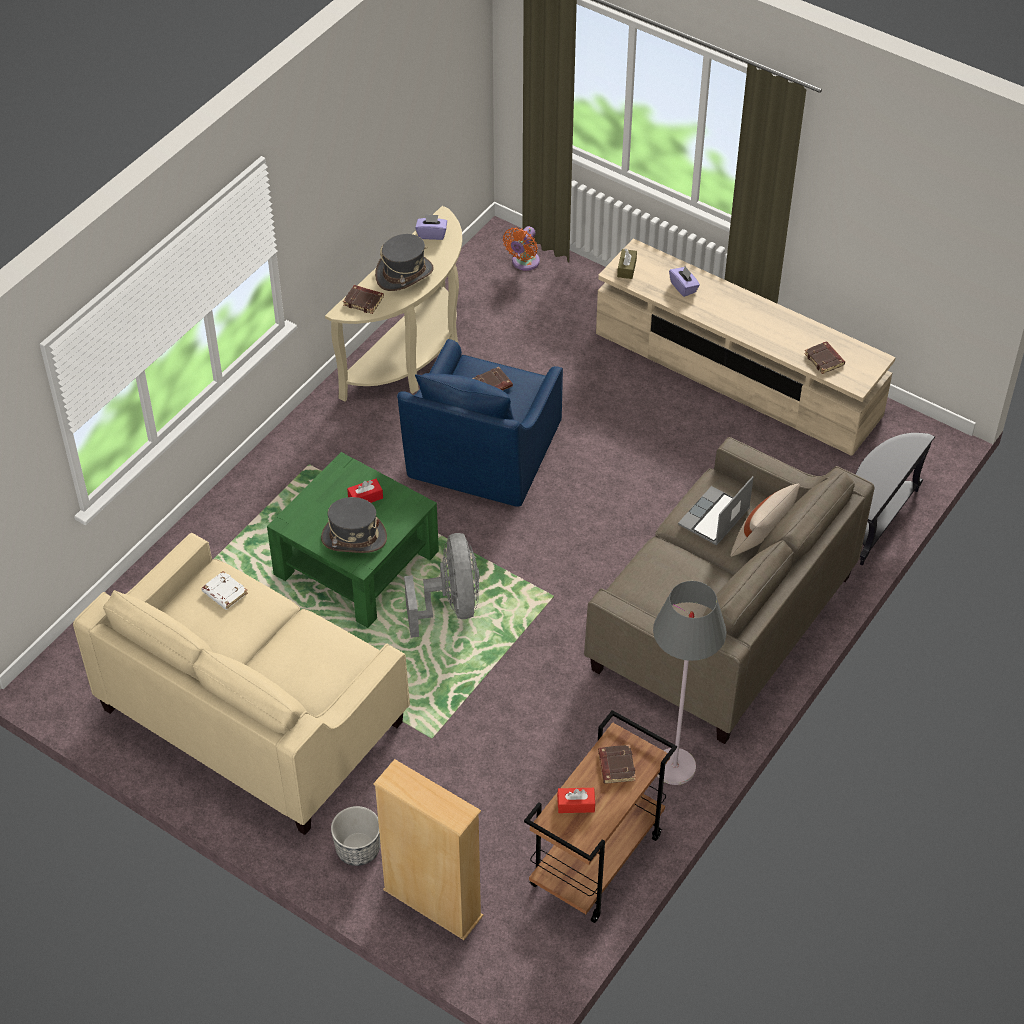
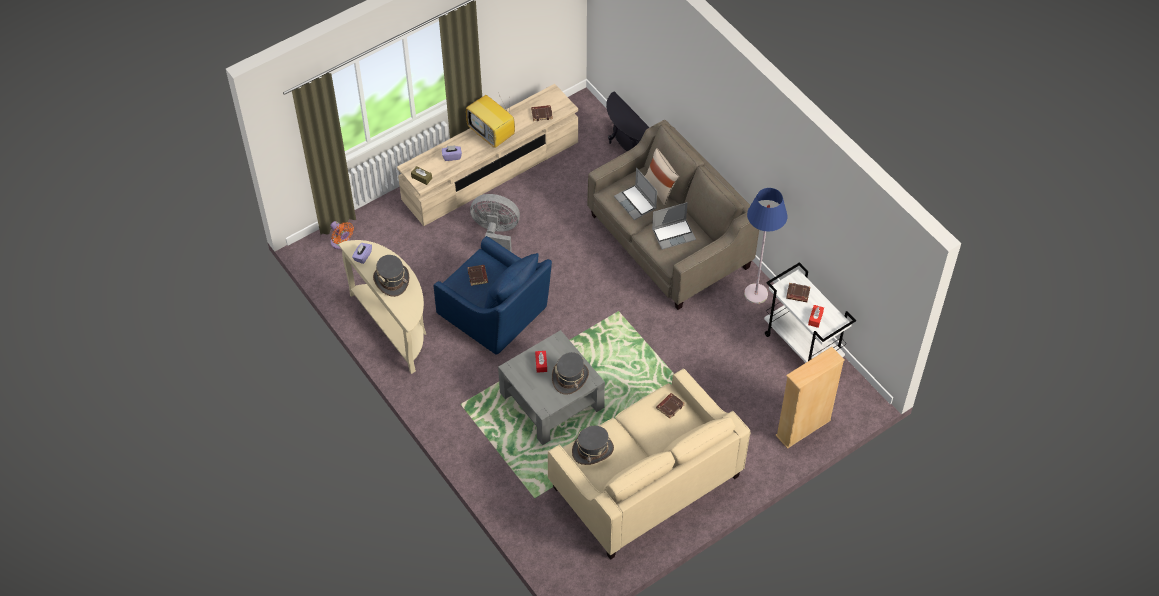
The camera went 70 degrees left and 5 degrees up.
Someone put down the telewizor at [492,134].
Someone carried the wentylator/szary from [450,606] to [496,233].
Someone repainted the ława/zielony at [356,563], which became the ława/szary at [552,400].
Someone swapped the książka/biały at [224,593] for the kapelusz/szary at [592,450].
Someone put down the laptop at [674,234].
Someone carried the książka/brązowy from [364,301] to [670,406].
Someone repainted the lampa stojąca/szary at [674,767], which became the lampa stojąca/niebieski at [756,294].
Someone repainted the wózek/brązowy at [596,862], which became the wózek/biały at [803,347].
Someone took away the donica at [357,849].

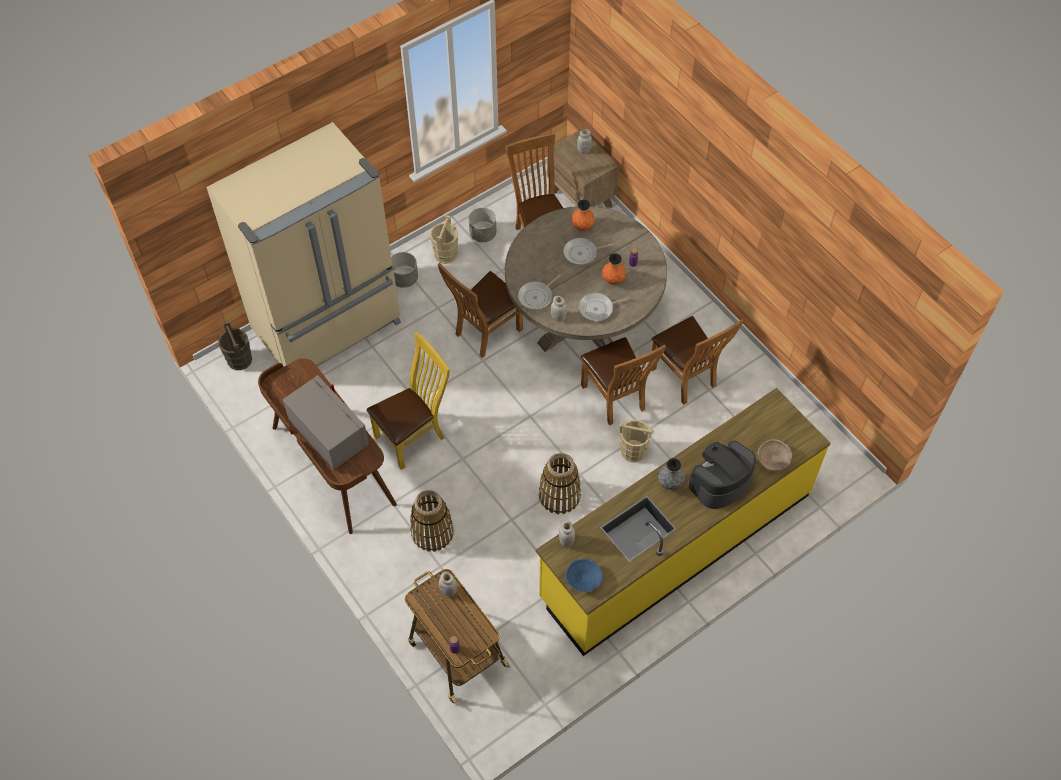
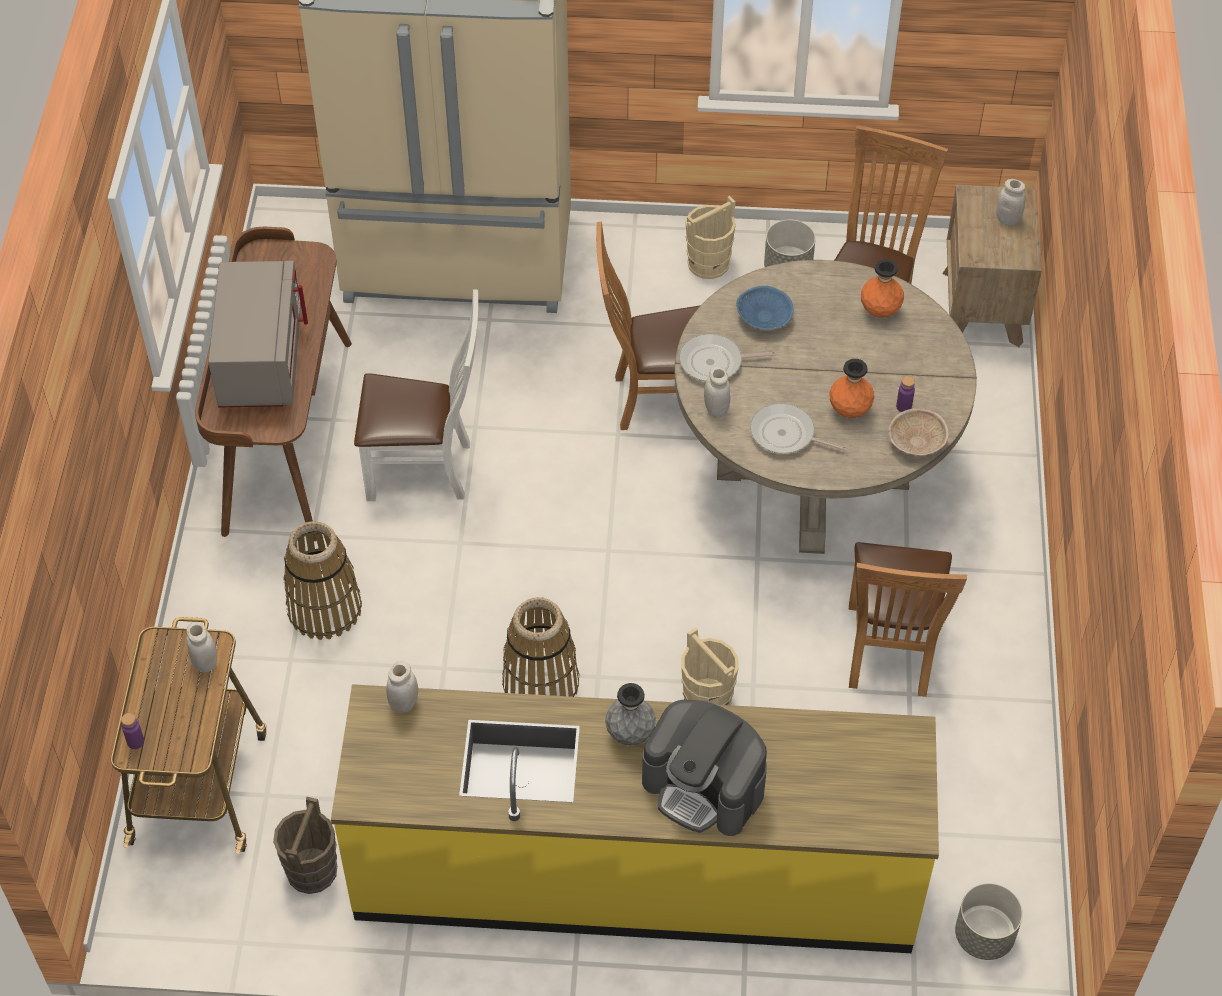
The camera went 40 degrees right and 5 degrees down.
Someone carried the wiadro/brązowy from [239,360] to [311,871].
Someone repainted the krzesło/żółty at [413,436], which became the krzesło/biały at [426,469].
Someone rotated the ekspres do kawy at [720,483] by 150 degrees counterclockwise.
Someone carried the miska/niebieski from [584,579] to [764,318].
Someone carried the miska/beżowy from [773,460] to [916,442].
Someone carried the donica/szary from [404,278] to [984,936].
Someone took away the patelnia at [582,253].
Someone took away the krzesło/brązowy at [616,400].

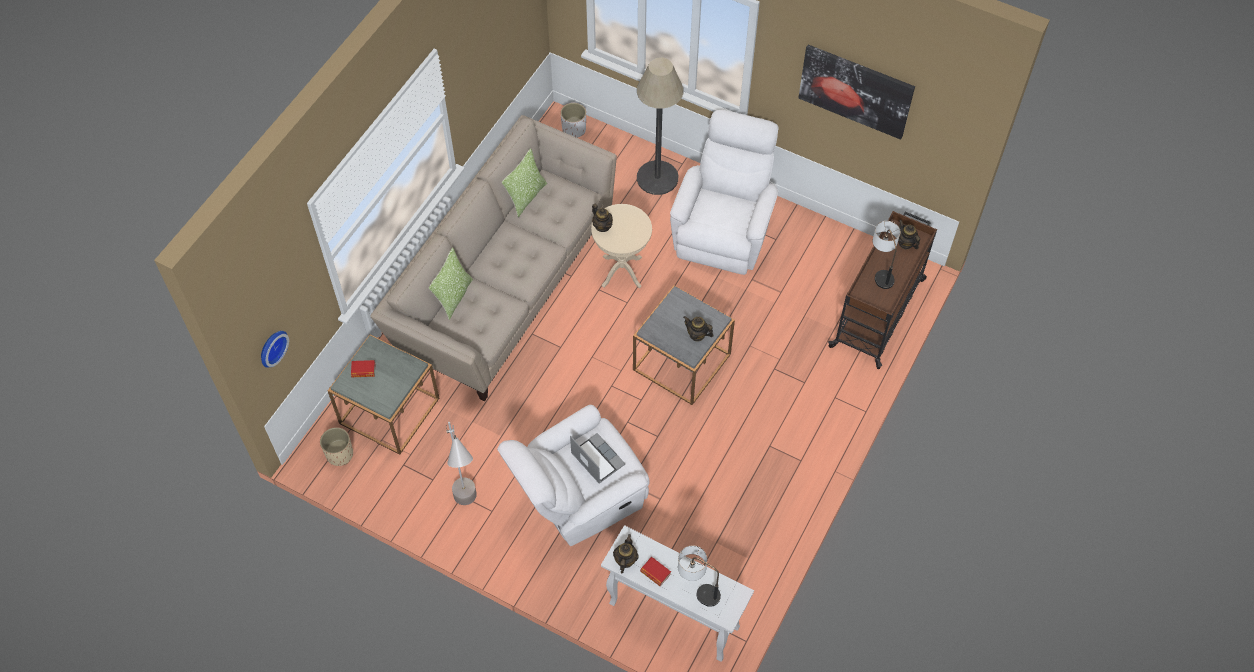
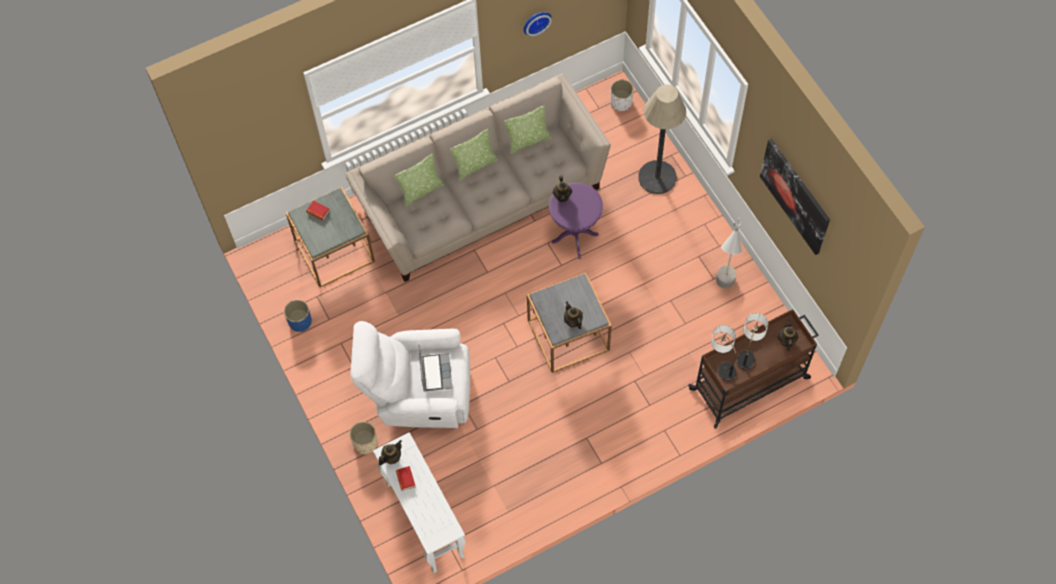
The camera went 35 degrees right and 5 degrees up.
Someone put down the donica/niebieski at [300,322].
Someone carried the donica/beżowy from [339,454] to [365,443].
Someone put down the poduszka at [475,165].
Someone carried the zegar ścienny from [271,347] to [536,21].
Someone repainted the stolik/beżowy at [622,271], which became the stolik/fioletowy at [575,238].
Someone carried the lampa stołowa from [697,589] to [722,363].
Someone carried the lampa stojąca/szary from [470,511] to [722,294].
Someone took away the fotel/biały at [724,230].

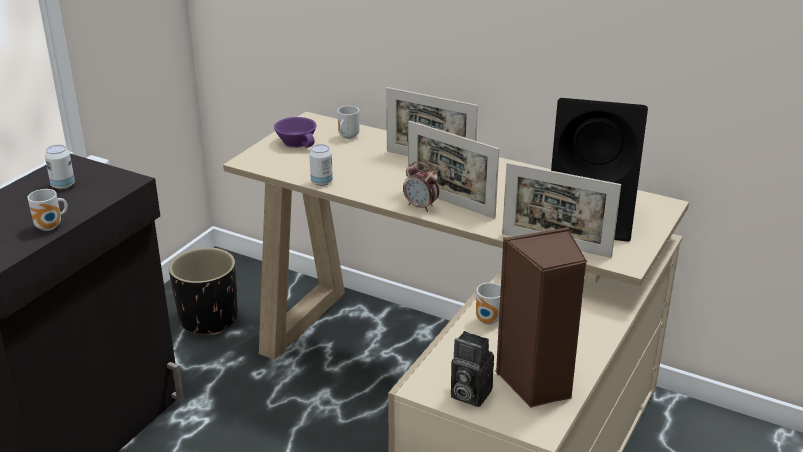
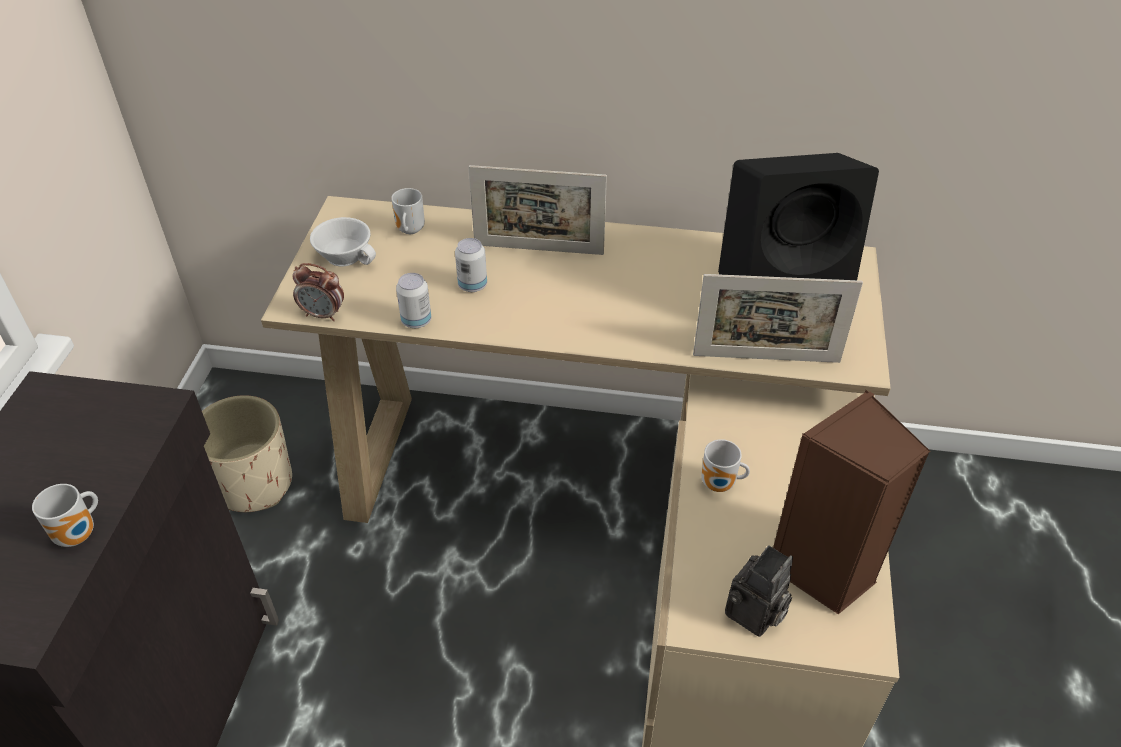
The camera went 20 degrees left and 15 degrees up.
Someone repainted the donica/czarny at [208,319], which became the donica/beżowy at [255,484].
Someone carried the budzik from [421,206] to [323,314].
Someone repainted the filiżanka/fioletowy at [298,142], which became the filiżanka/biały at [347,255].
Someone carried the puszka from [63,185] to [472,285].
Someone rotated the aparat fotograficzny at [468,394] by 60 degrees counterclockwise.
Someone took away the ramka na zdjęcie at [450,202].

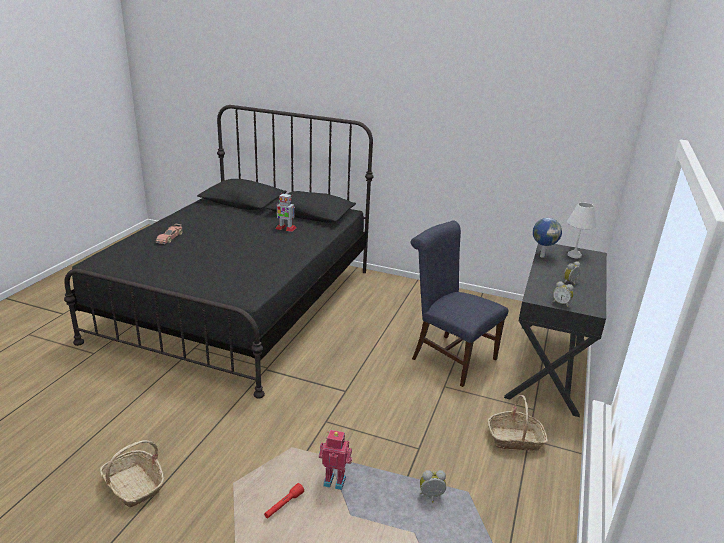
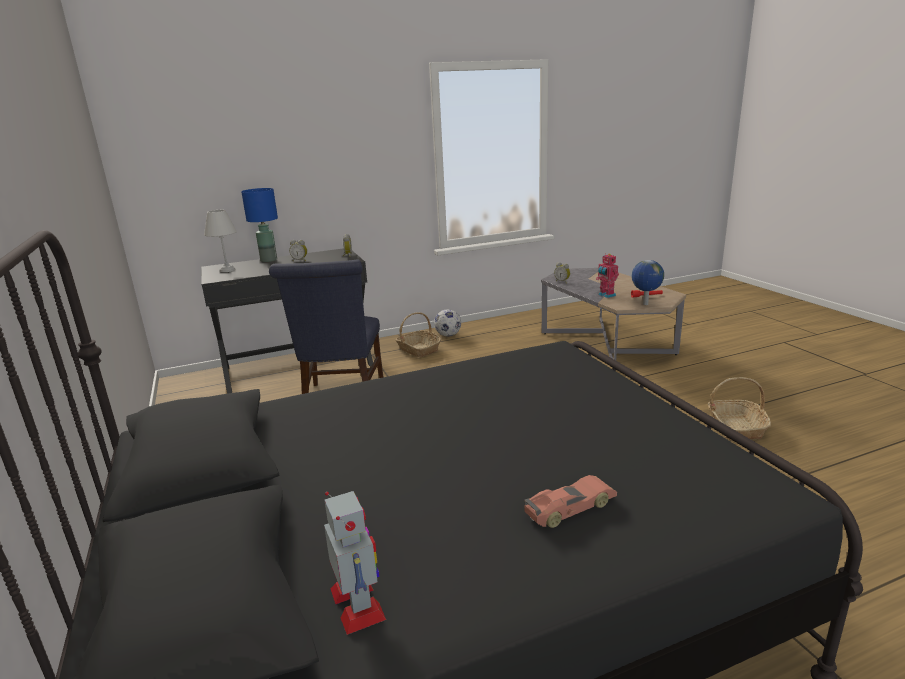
The camera went 130 degrees left and 5 degrees down.
Someone put down the lampa stołowa/niebieski at [269,260].
Someone carried the robot zabawkowy from [285,228] to [358,604].
Someone put down the piłka futbolowa at [448,335].
Someone carried the globus from [542,256] to [645,304].

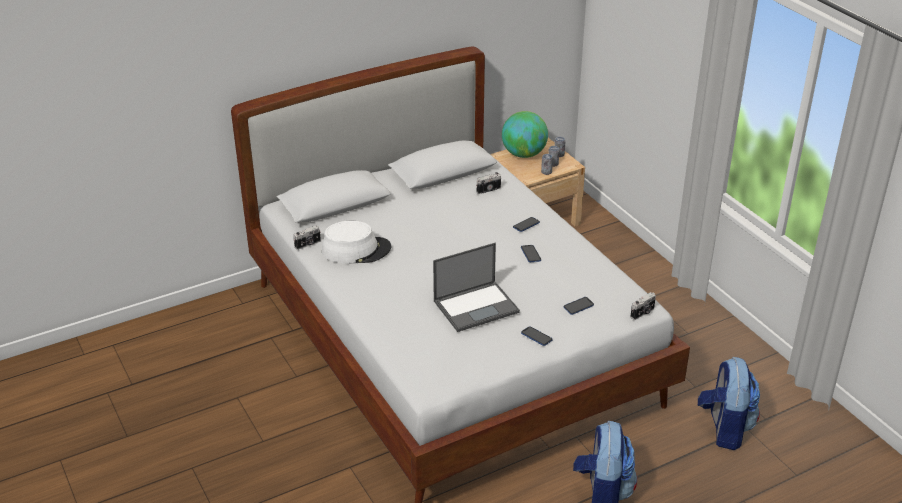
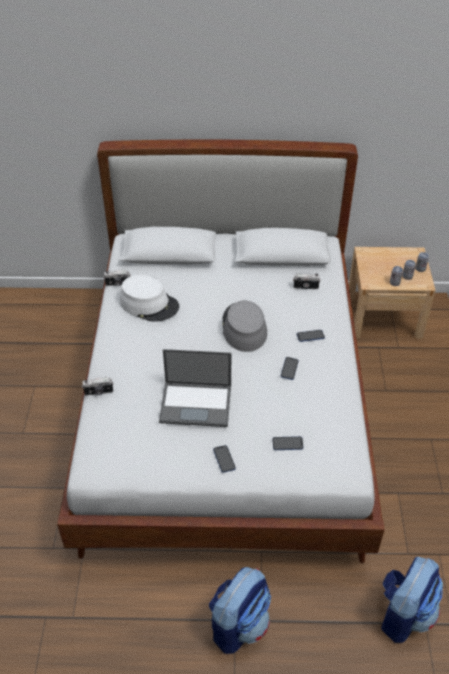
The camera went 30 degrees right and 10 degrees up.
Someone carried the aparat fotograficzny from [643,313] to [99,392].
Someone put down the kapelusz/szary at [243,327].
Someone took away the globus at [523,154].

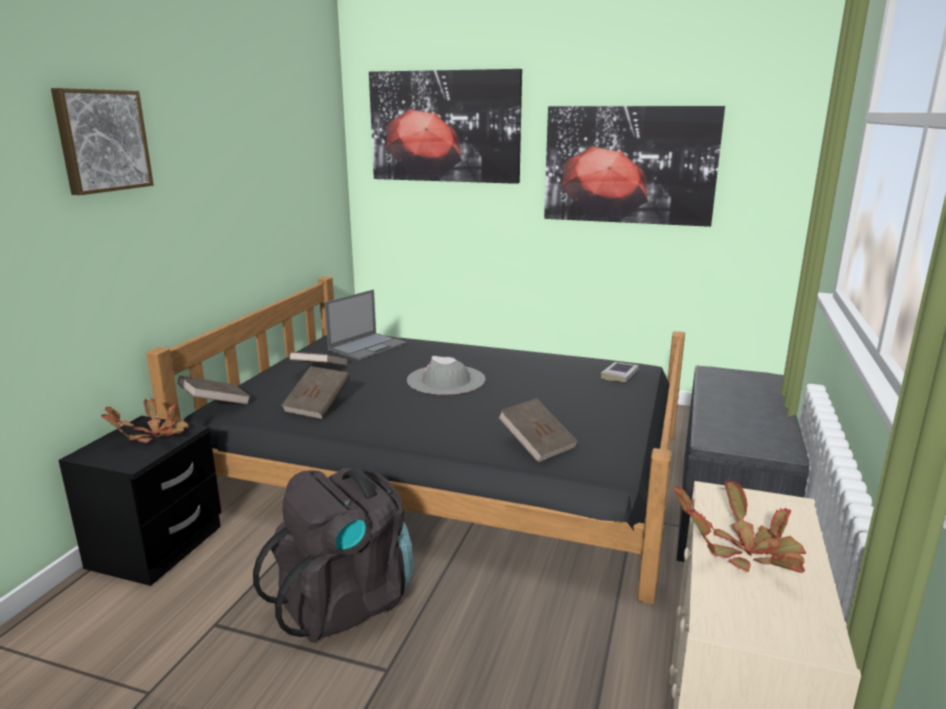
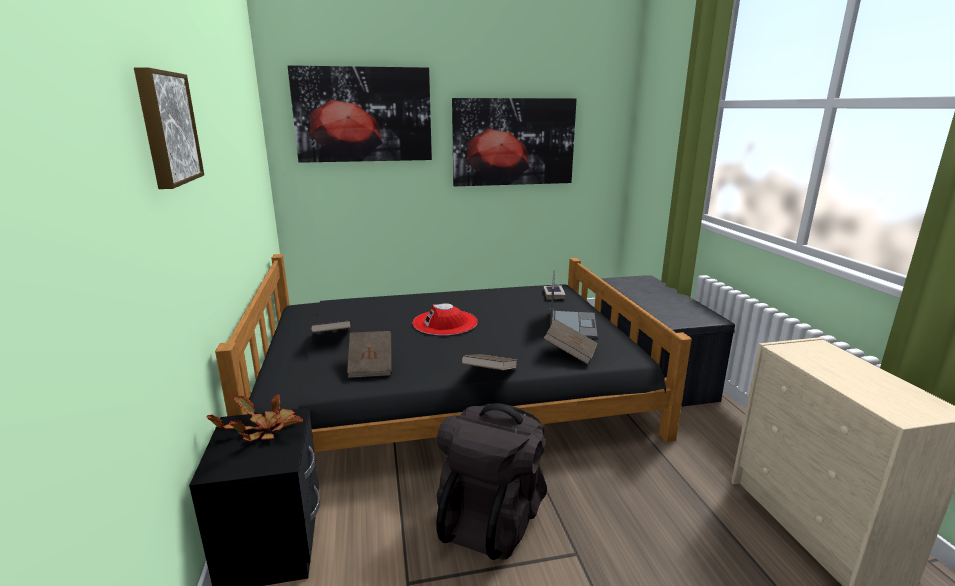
The camera went 30 degrees left and 0 degrees up.
Someone repainted the kapelusz/szary at [446,380], which became the kapelusz/czerwony at [445,322].
Someone carried the książka/brązowy from [216,404] to [489,375].
Someone carried the laptop from [368,346] to [572,324].
Someone took away the roślina doniczkowa at [744,552].

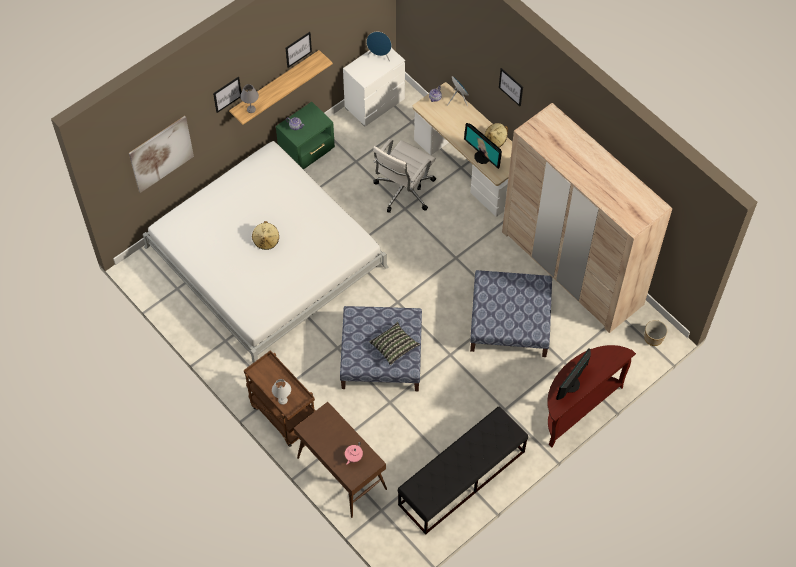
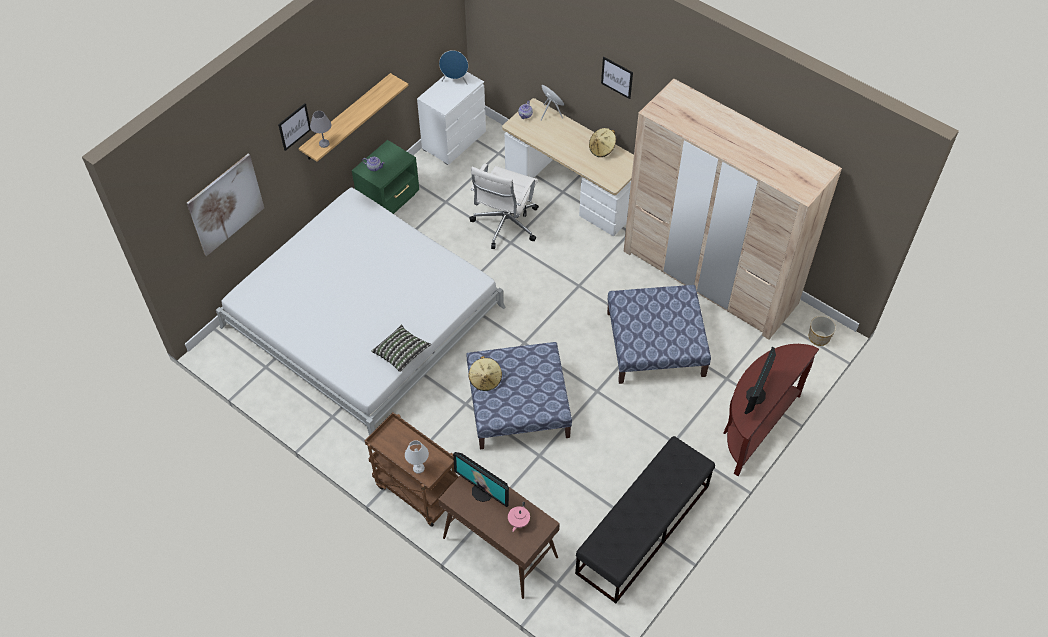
The camera went 10 degrees left and 5 degrees down.
Someone carried the poduszka from [394,347] to [401,353].
Someone carried the monitor from [482,157] to [482,491].
Someone carried the kapelusz/beżowy from [266,240] to [485,379].
Someone took away the obraz at [298,49].

